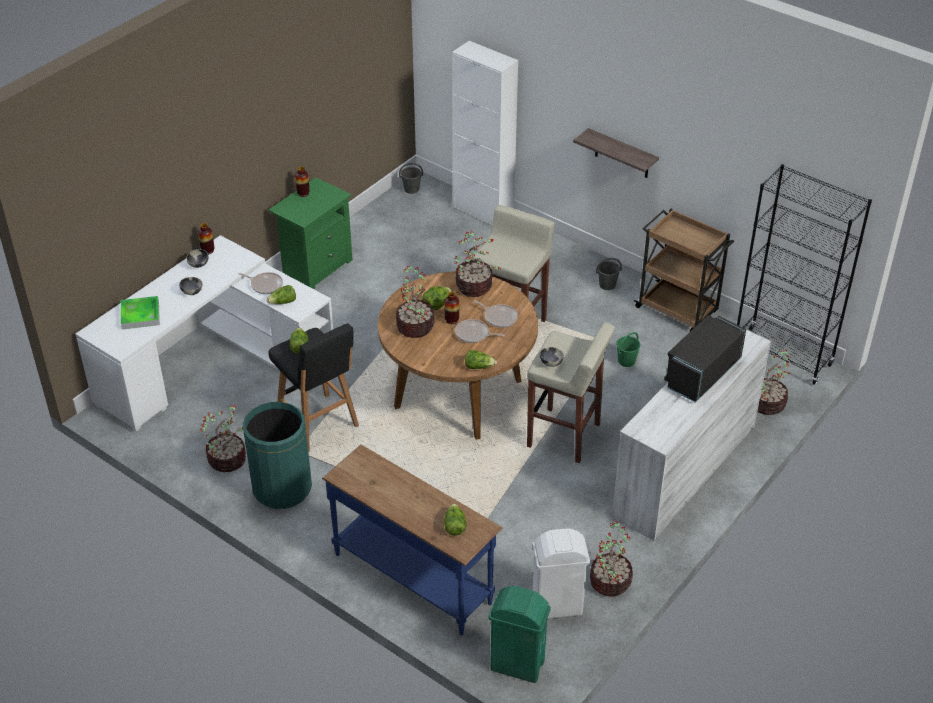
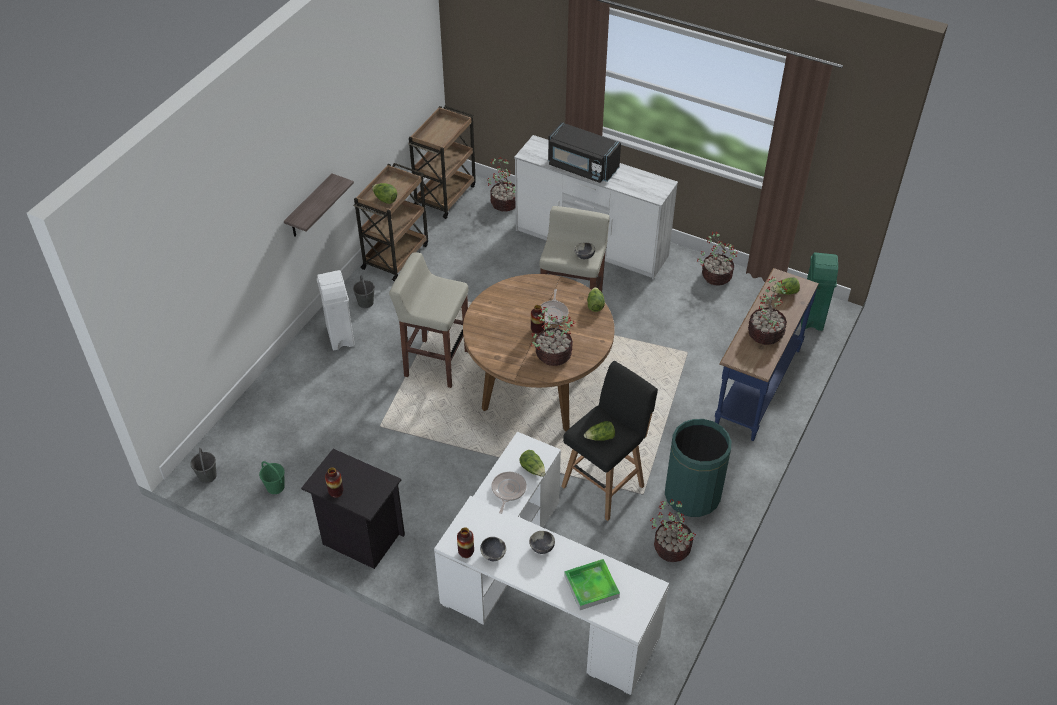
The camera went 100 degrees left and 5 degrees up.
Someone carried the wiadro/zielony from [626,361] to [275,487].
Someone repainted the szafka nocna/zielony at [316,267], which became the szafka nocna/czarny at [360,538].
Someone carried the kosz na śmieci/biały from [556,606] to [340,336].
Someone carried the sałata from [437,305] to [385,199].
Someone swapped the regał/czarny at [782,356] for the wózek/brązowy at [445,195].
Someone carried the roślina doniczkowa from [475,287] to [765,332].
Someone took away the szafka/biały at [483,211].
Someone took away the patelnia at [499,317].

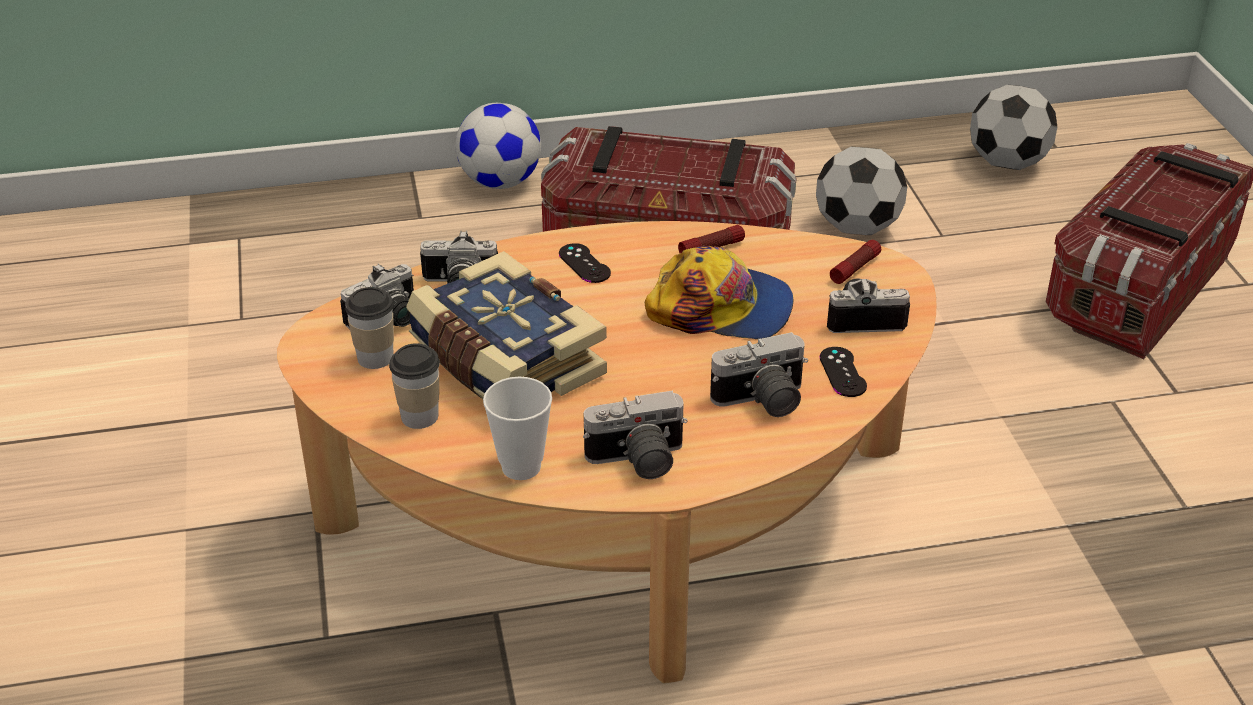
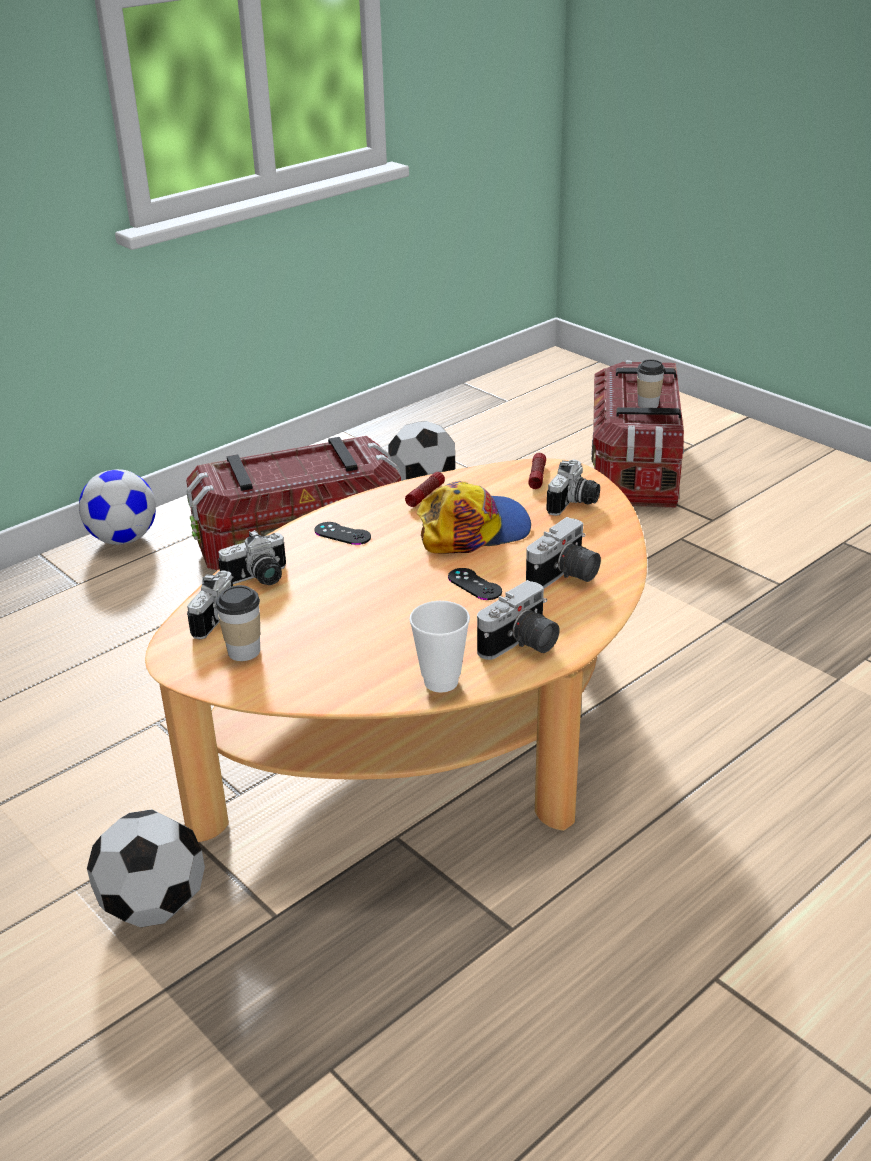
The camera went 30 degrees left and 5 degrees down.
Someone carried the piłka futbolowa from [1006,163] to [154,907].
Someone carried the pad do gier/czarny from [842,372] to [474,584].
Someone rotated the aparat fotograficzny at [863,317] by 150 degrees clockwise.
Someone carried the filiżanka from [419,416] to [648,404].
Someone took away the książka at [504,363].

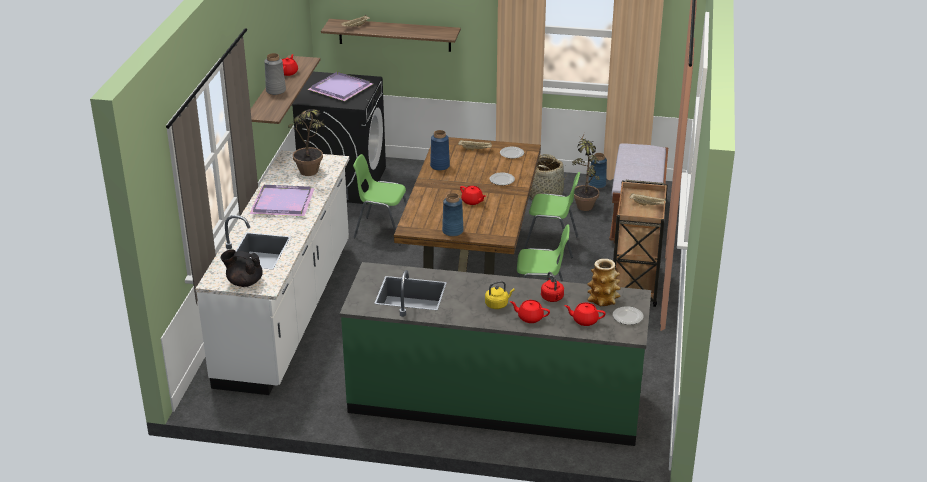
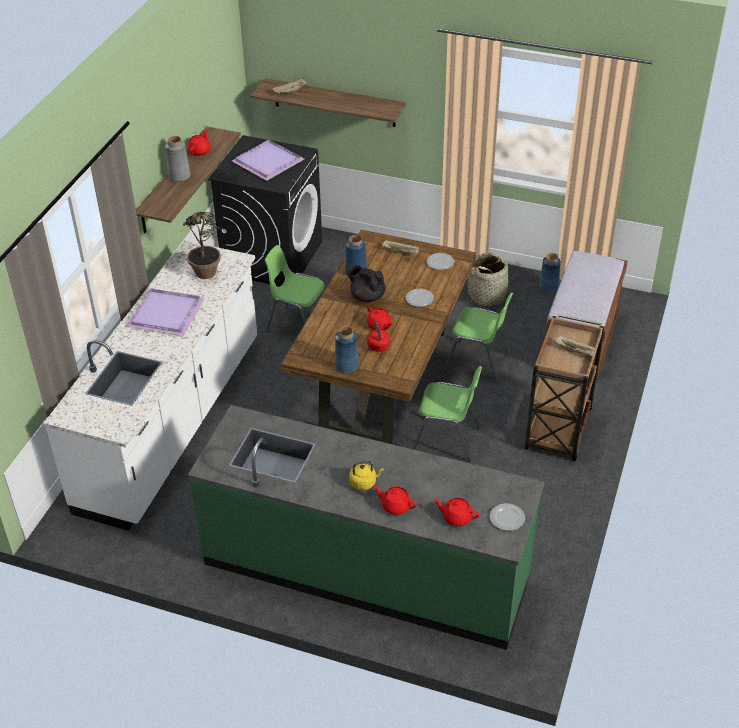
The camera went 10 degrees right and 10 degrees up.
Someone carried the imbryk/czarny from [244,282] to [367,296].
Someone carried the czajnik/czerwony from [552,298] to [379,347].
Someone took away the roślina doniczkowa at [584,203].
Someone took away the wazon at [603,300].

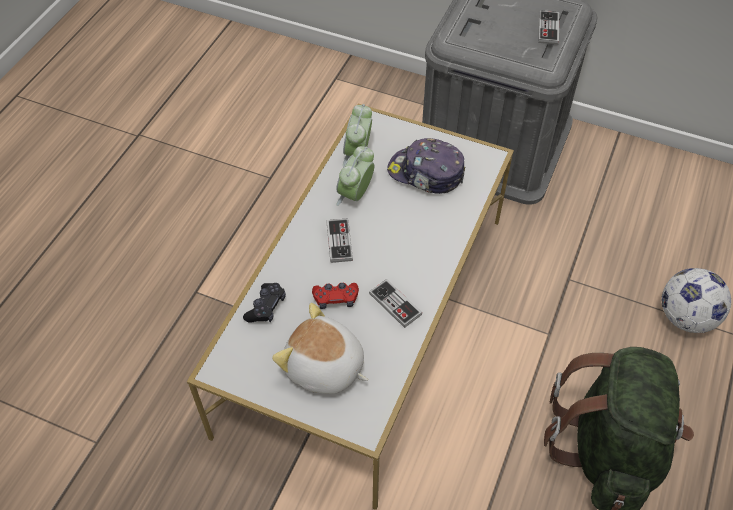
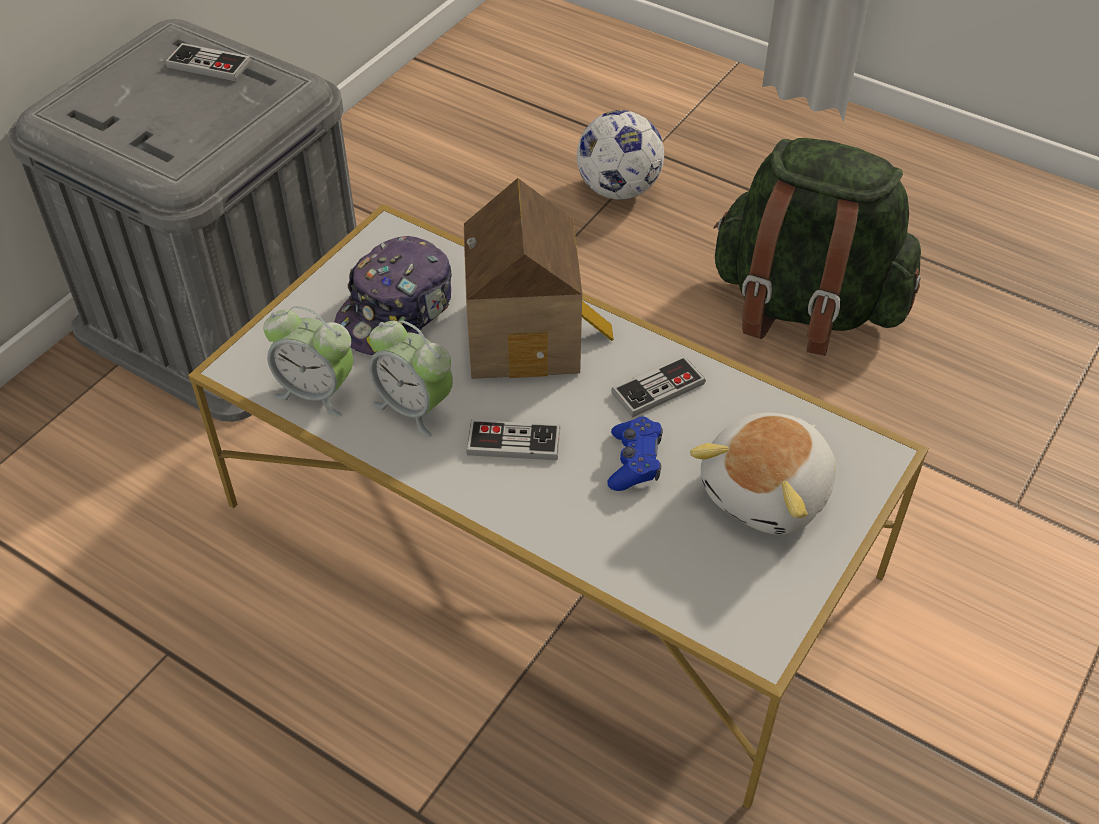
The camera went 80 degrees left and 5 degrees down.
Someone put down the domek at [530,336].
Someone repainted the pad do gier/czerwony at [336,299], which became the pad do gier/niebieski at [634,462].
Someone took away the pad do gier/czarny at [266,307].

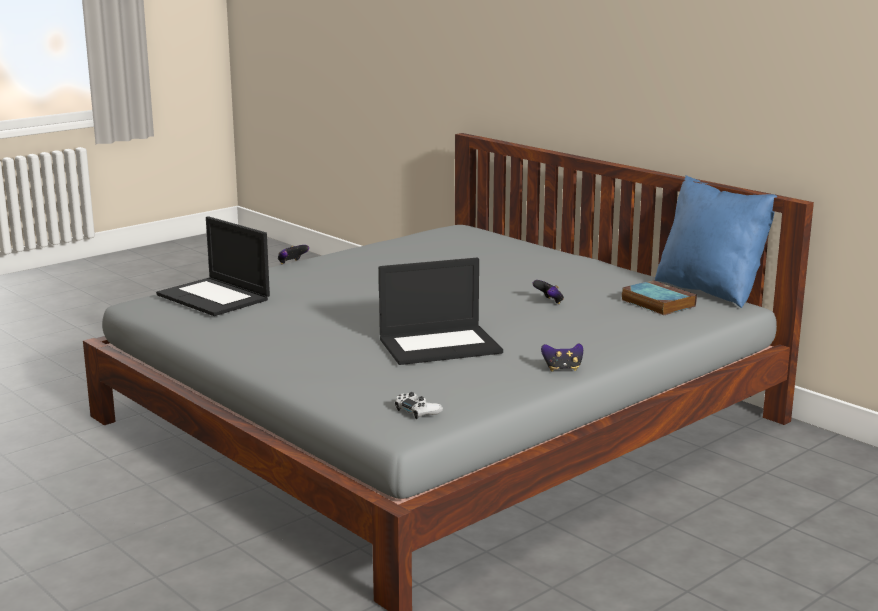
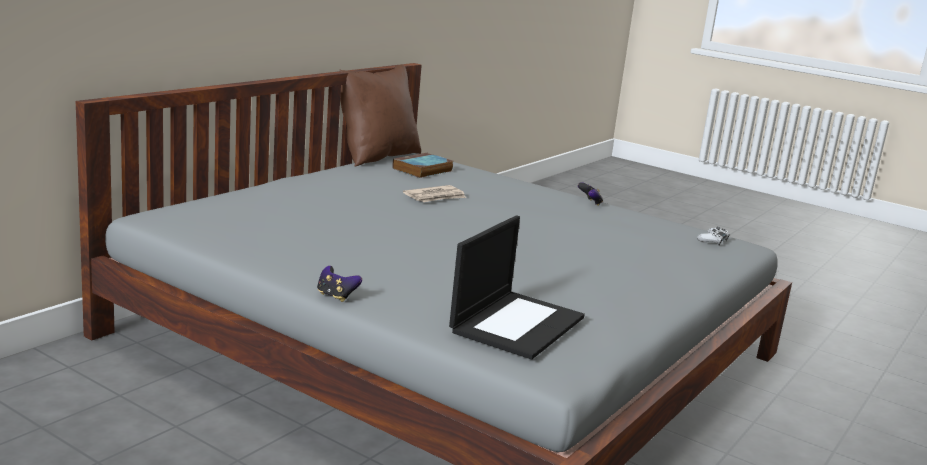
The camera went 105 degrees left and 0 degrees up.
Someone repainted the poduszka/niebieski at [710,290], which became the poduszka/brązowy at [376,156].
Someone swapped the pad do gier at [549,302] for the gazeta at [435,197].
Someone took away the laptop at [440,345].

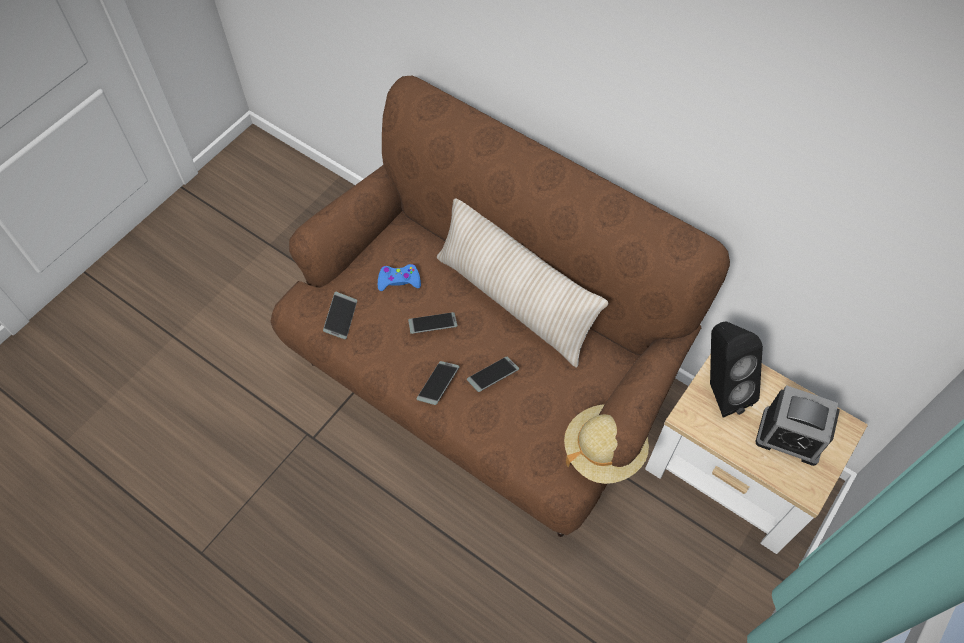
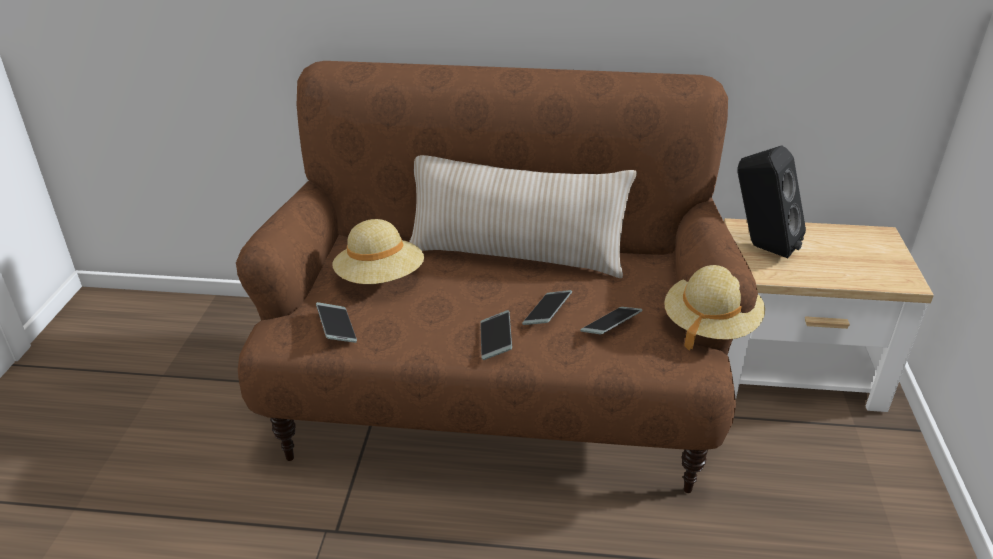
The camera went 30 degrees left and 25 degrees down.
Someone swapped the pad do gier/niebieski at [399,280] for the kapelusz/beżowy at [380,279].
Someone carried the telefon from [432,325] to [611,326].
Someone took away the budzik at [790,436].

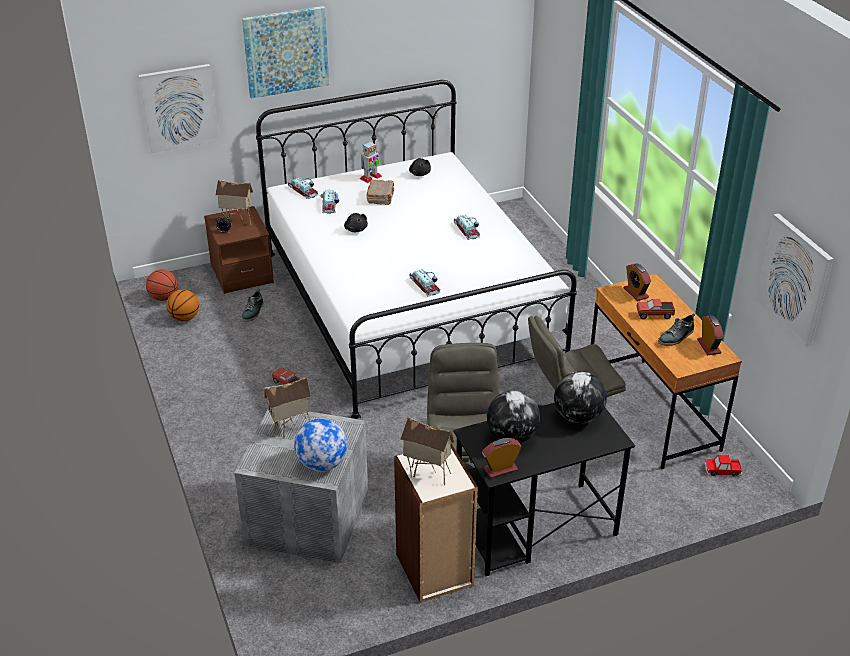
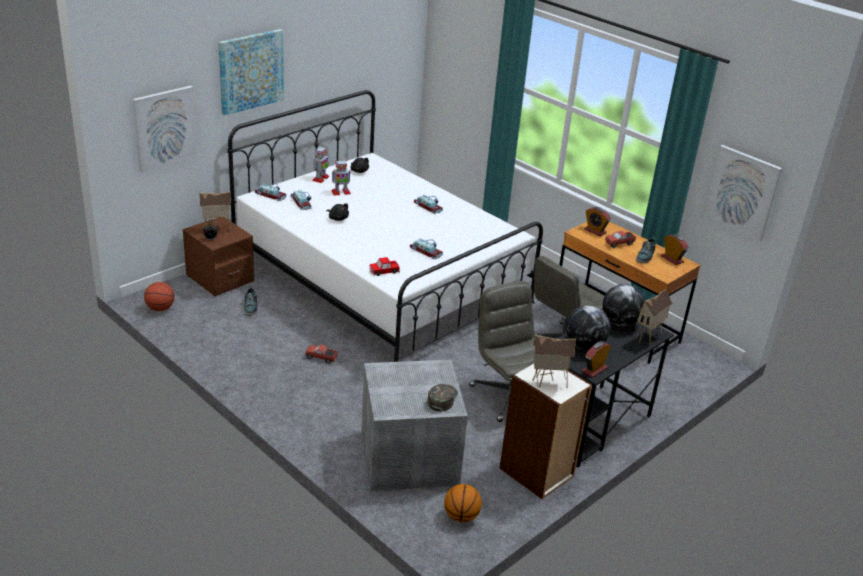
The camera went 25 degrees left and 5 degrees down.
Someone swapped the książka/brązowy at [381,197] for the robot zabawkowy at [340,192].
Someone carried the samochodzik from [722,470] to [384,271].
Someone swapped the globus at [322,464] for the czapka z daszkiem/zielony at [442,398].
Someone carried the piłka do koszykówki from [185,318] to [461,516].
Someone carried the domek from [291,430] to [649,338].

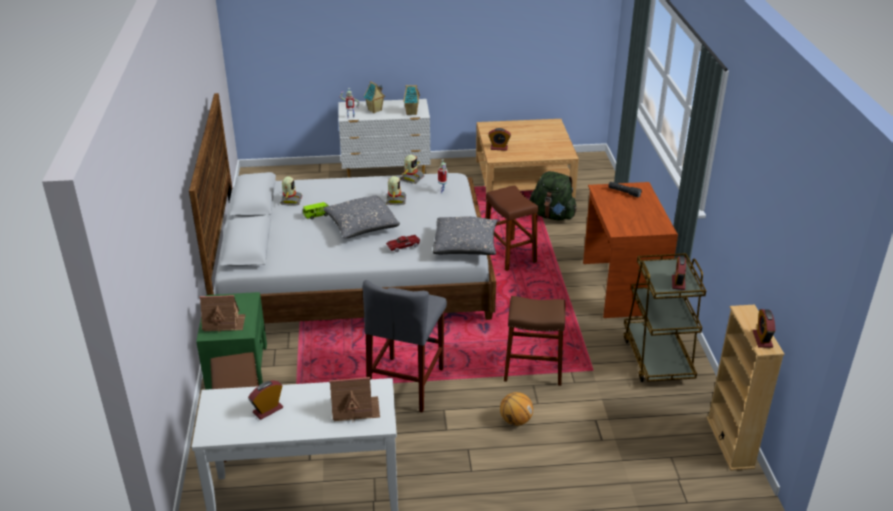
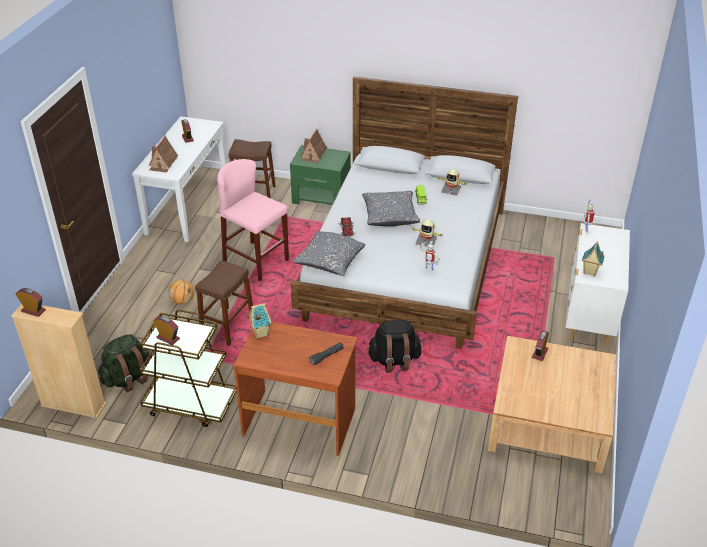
The camera went 110 degrees right and 5 degrees up.
Someone carried the plecak/zielony from [552,215] to [128,378].
Someone repainted the stołek/szary at [406,384], which became the stołek/różowy at [256,261].
Someone carried the domek from [375,110] to [260,333].
Someone swapped the stołek/brązowy at [509,254] for the plecak/czarny at [394,360].
Someone took away the robot zabawkowy at [411,178].

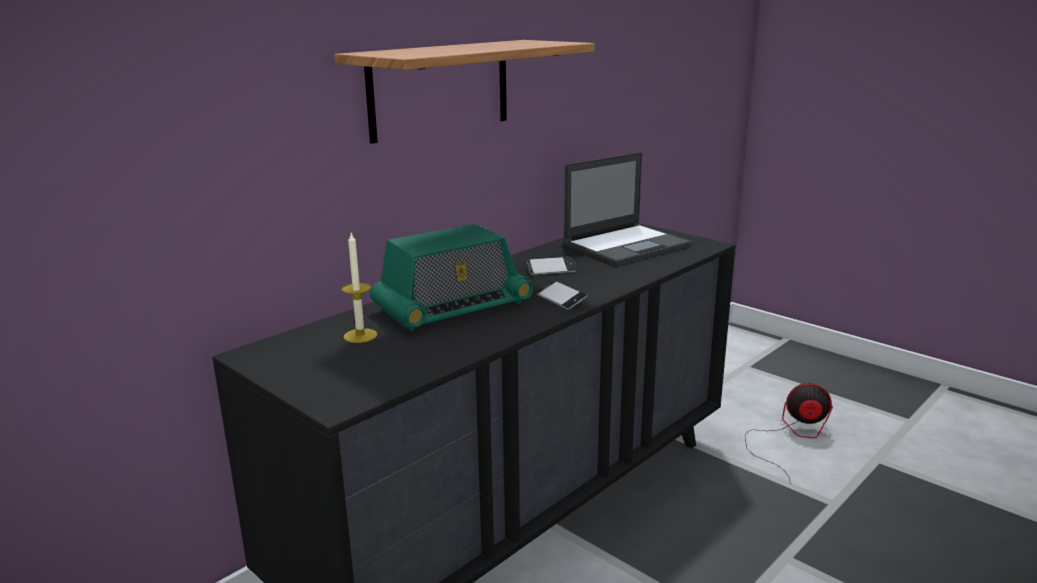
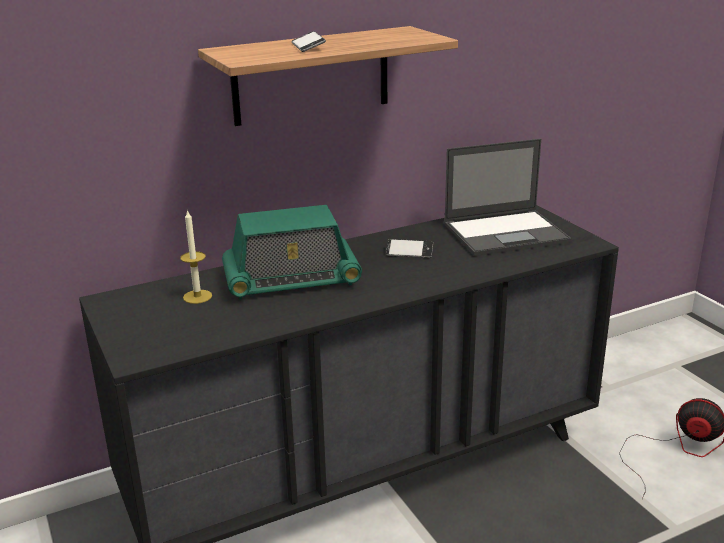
The camera went 20 degrees right and 5 degrees up.
Someone carried the telefon from [561,299] to [308,46].

